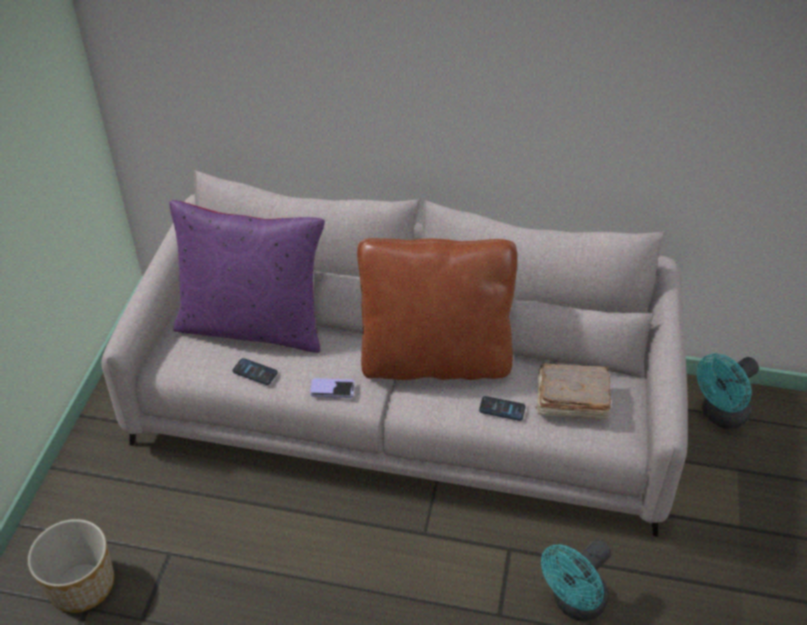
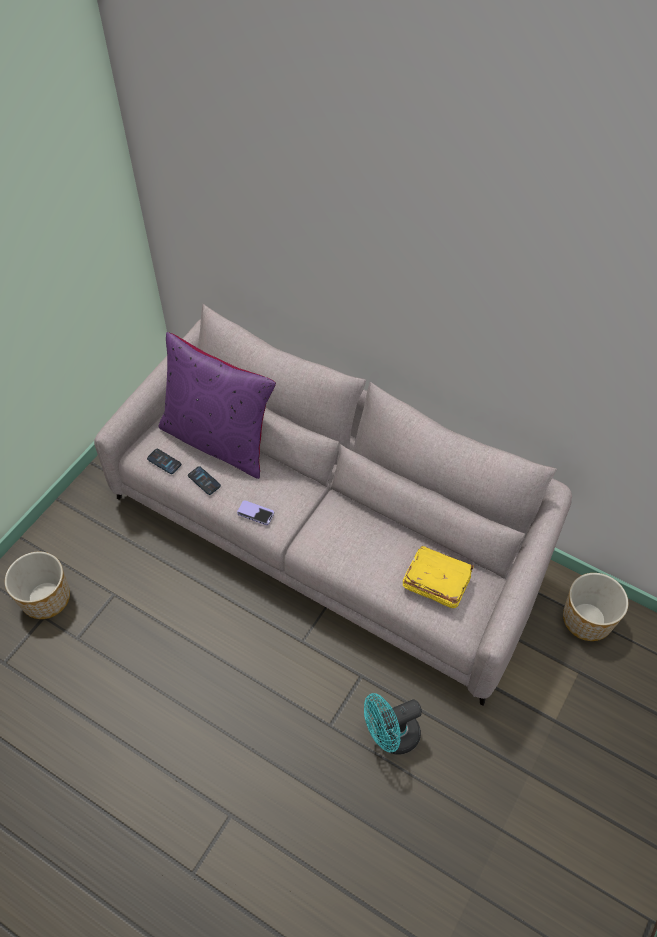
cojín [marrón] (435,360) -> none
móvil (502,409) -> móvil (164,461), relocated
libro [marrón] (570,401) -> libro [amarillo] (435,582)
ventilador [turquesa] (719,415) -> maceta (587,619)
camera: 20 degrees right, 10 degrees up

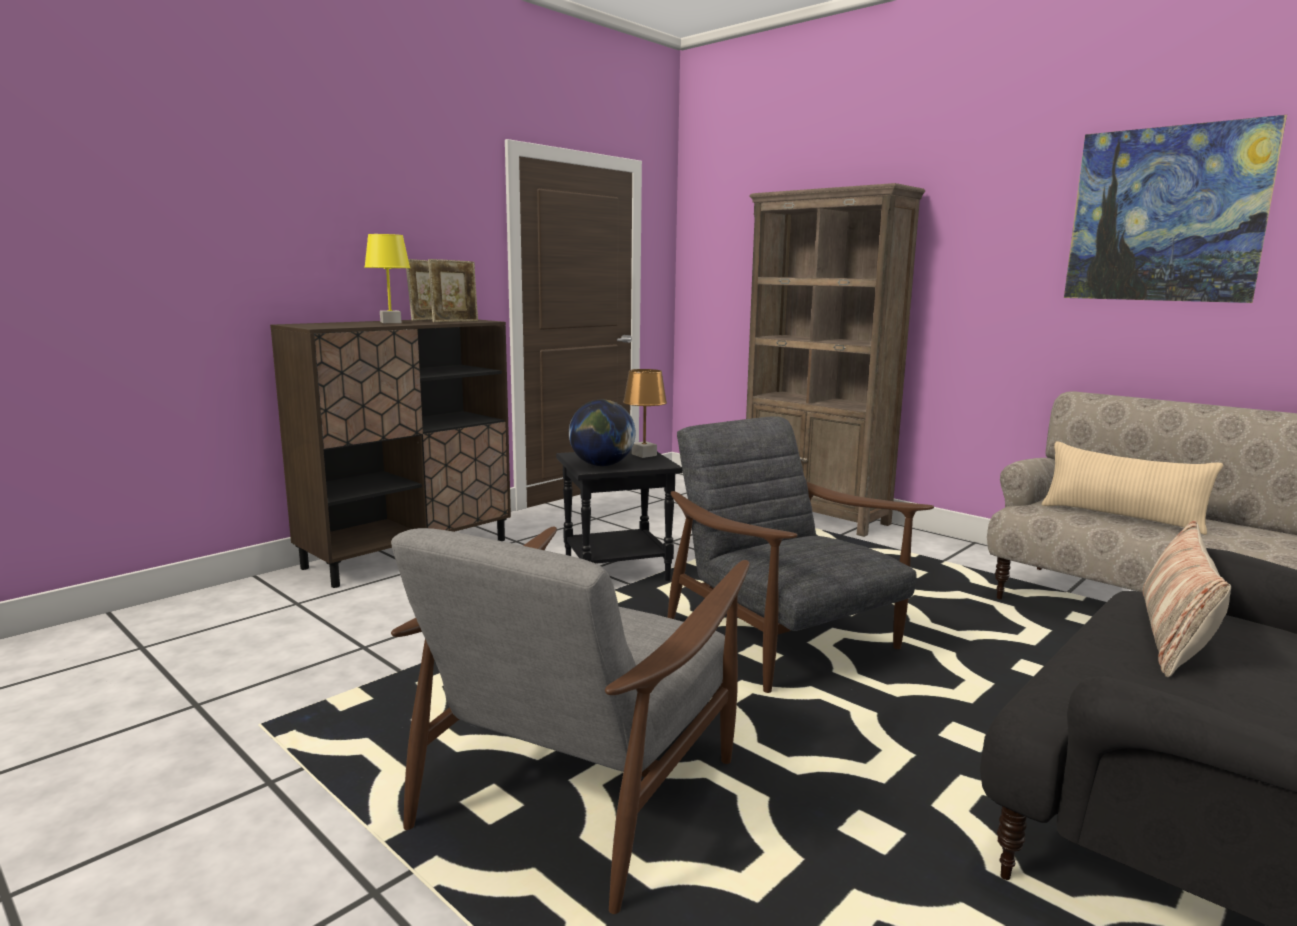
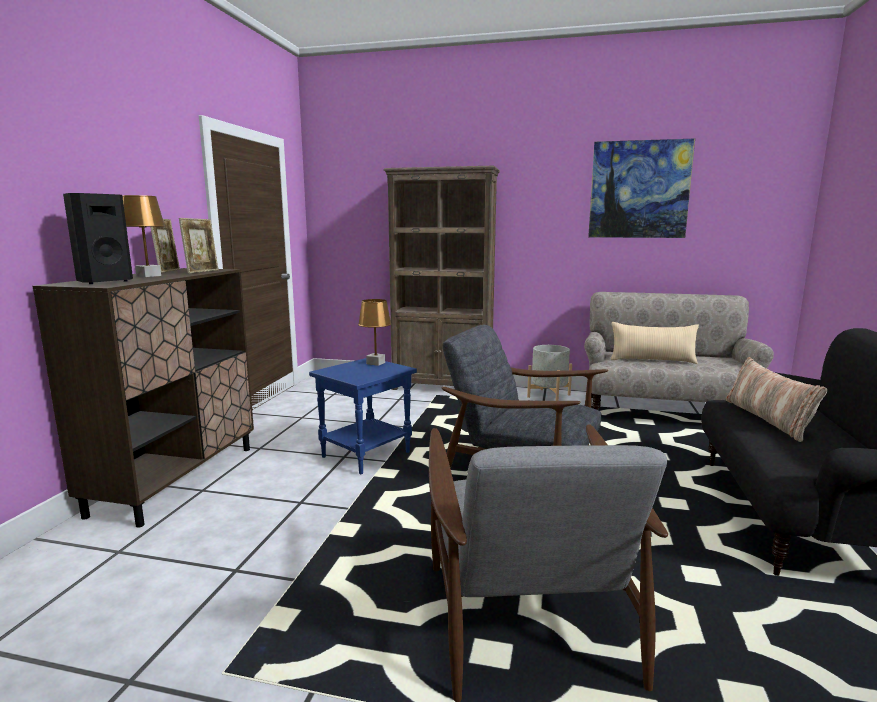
lámpara de mesa [amarillo] (391,322) -> lámpara de mesa [marrón] (149,276)
mesa auxiliar [negro] (617,572) -> mesa auxiliar [azul] (366,454)
globo terráqueo (601,465) -> none
none -> altavoz [negro] (103,281)
none -> maceta [gris] (549,396)
camera: 30 degrees left, 0 degrees up

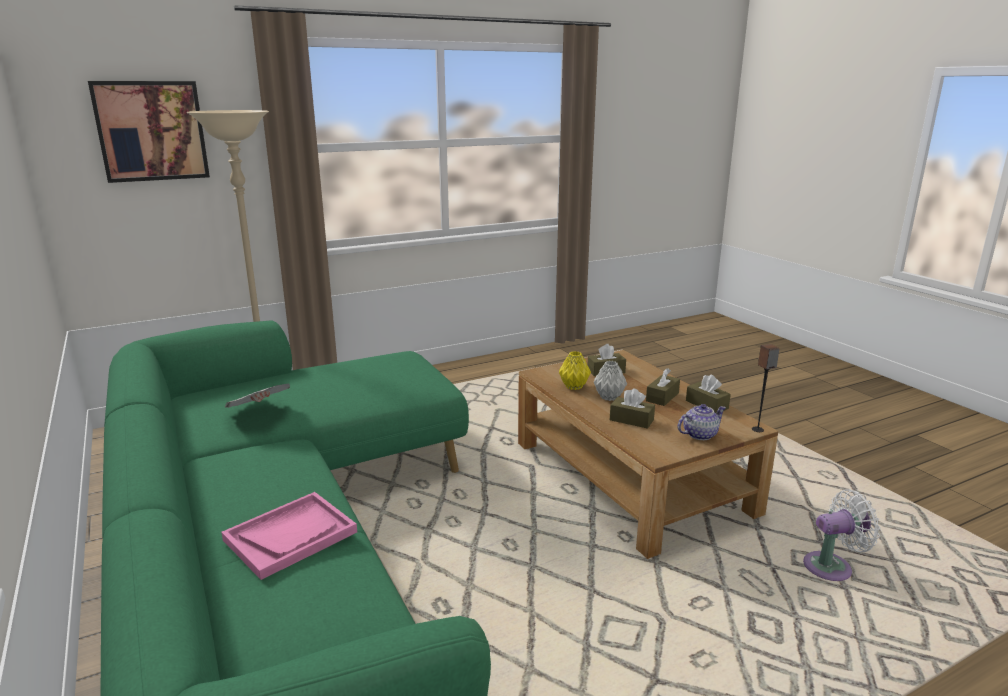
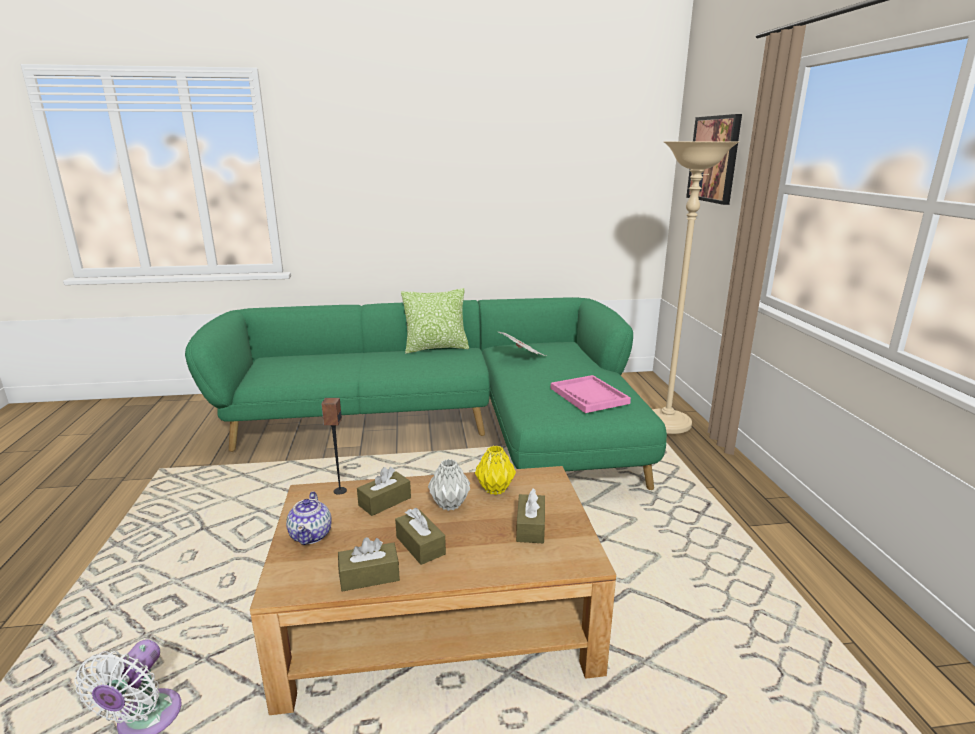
bandeja [rosa] (290,536) -> bandeja [rosa] (589,396), relocated
altavoz (758,429) -> altavoz (339,491), relocated
none -> cojín (436,348)
camera: 110 degrees right, 0 degrees up

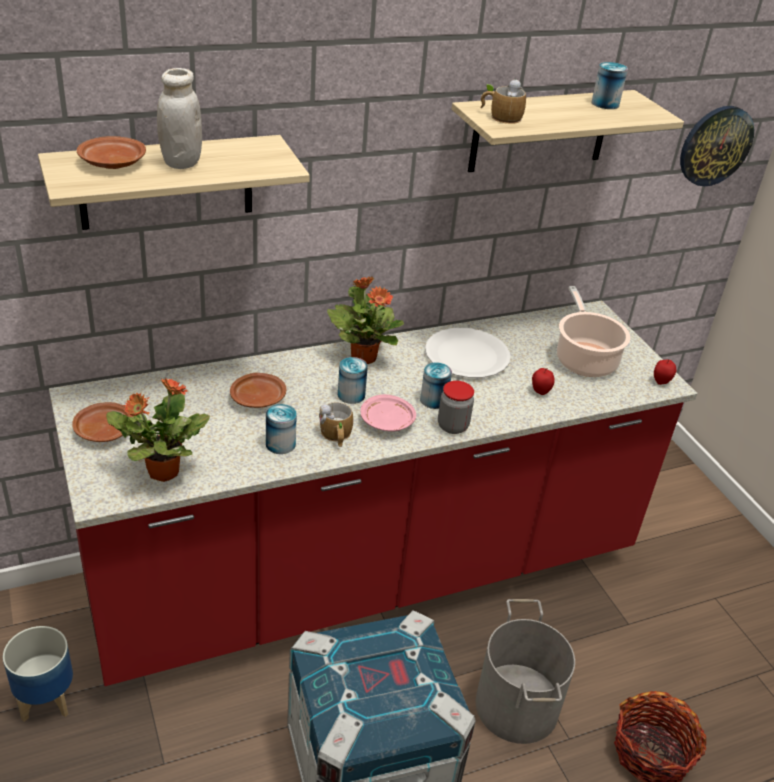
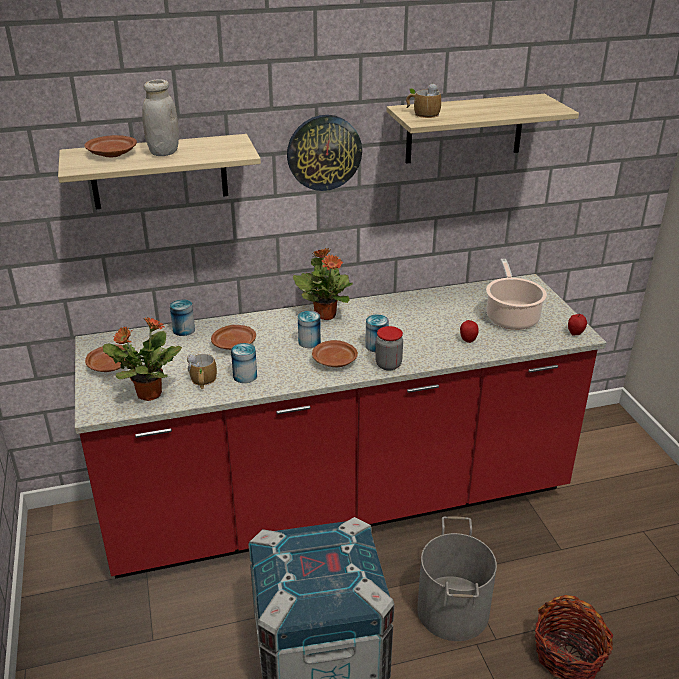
maceta (45,700) -> none
taza grande (336,436) -> taza grande (202,381), relocated
plato [rosa] (387,422) -> plato [marrón] (334,361)
plato [blanco] (466,355) -> none
lata (605,104) -> lata (184,330), relocated
reloj de pared (715,145) -> reloj de pared (324,152), relocated
camera: 10 degrees right, 5 degrees down

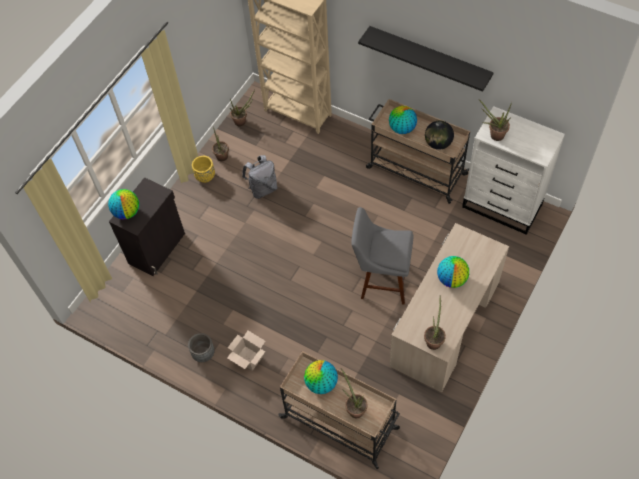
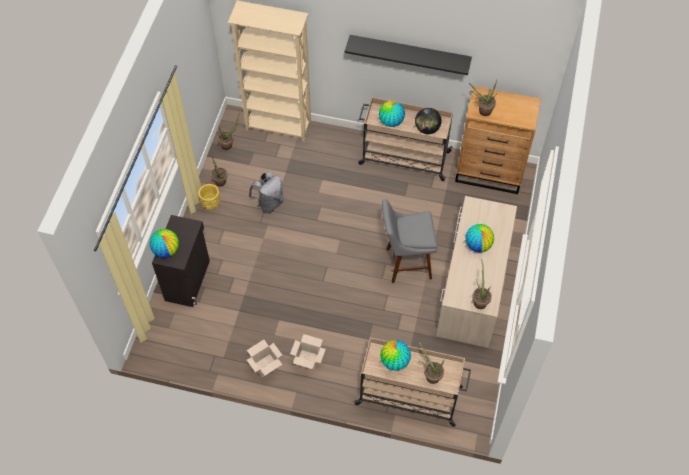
maceta [gris] (203,354) -> caja de cartón (265,366)
cómoda [blanco] (502,206) -> cómoda [marrón] (490,173)
camera: 20 degrees left, 0 degrees up

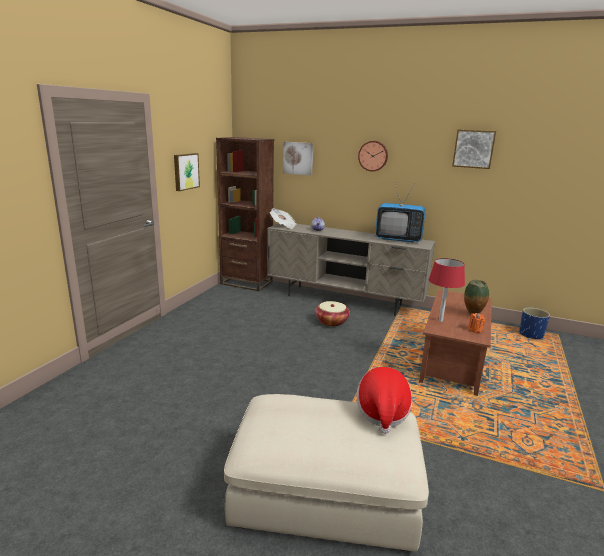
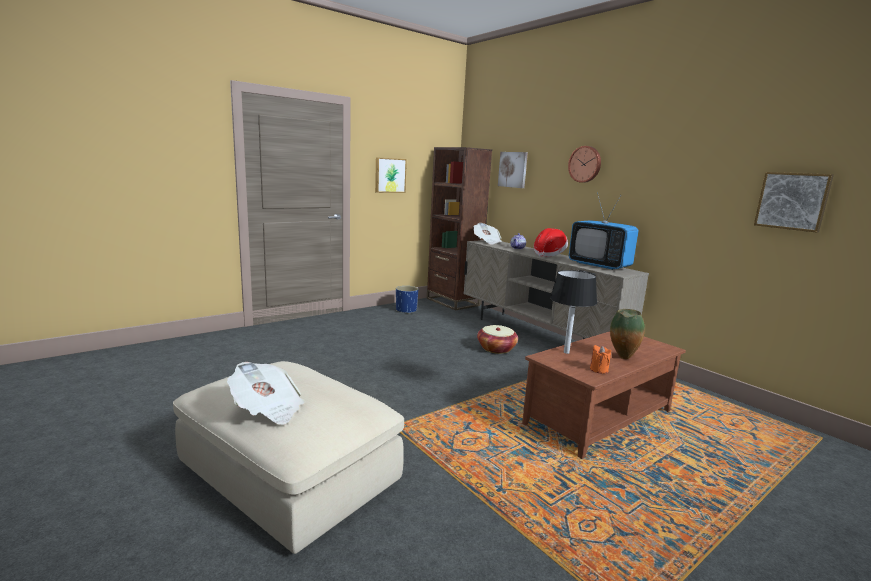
sombrero (382,412) -> sombrero (548,254), relocated
lámpara de mesa [rojo] (440,321) -> lámpara de mesa [negro] (566,352)
cuadro (473,149) -> cuadro (792,201), relocated
maceta [azul] (531,335) -> maceta [azul] (406,310), relocated
none -> periódico (268,409)
camera: 30 degrees right, 5 degrees down

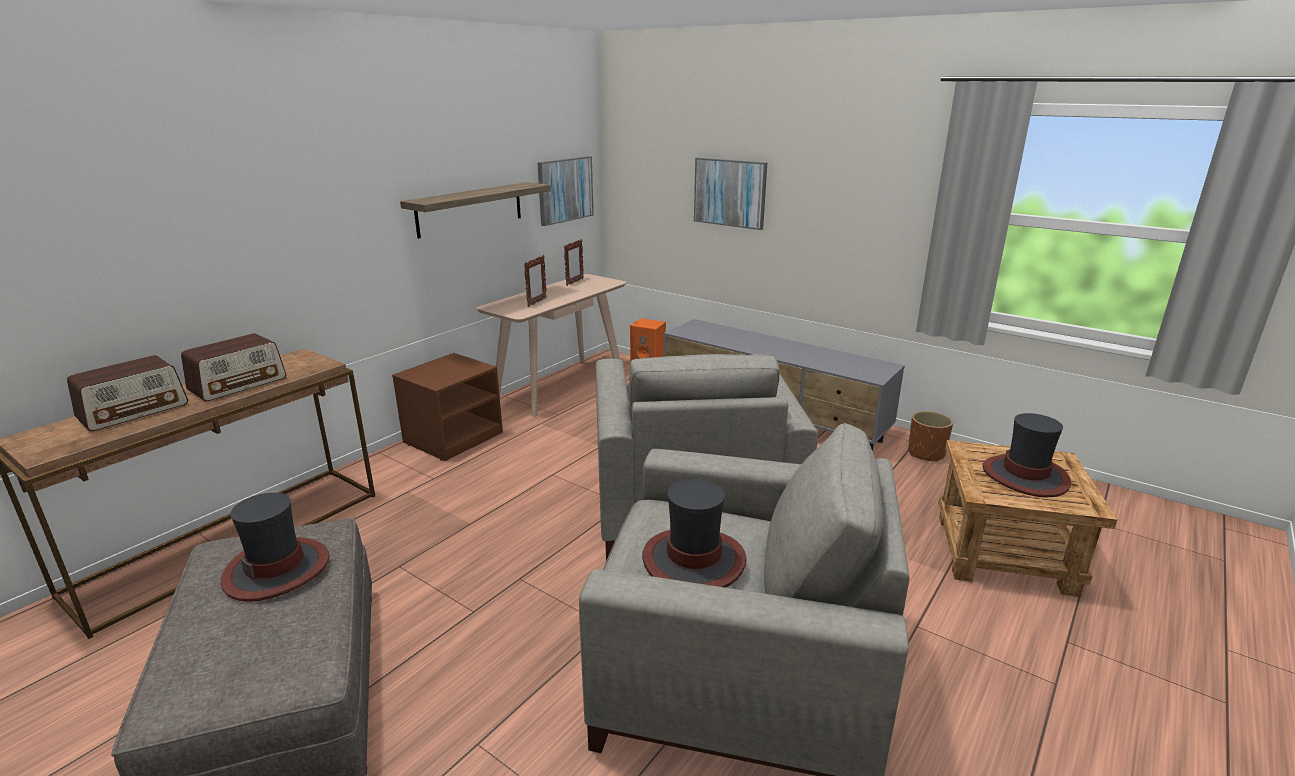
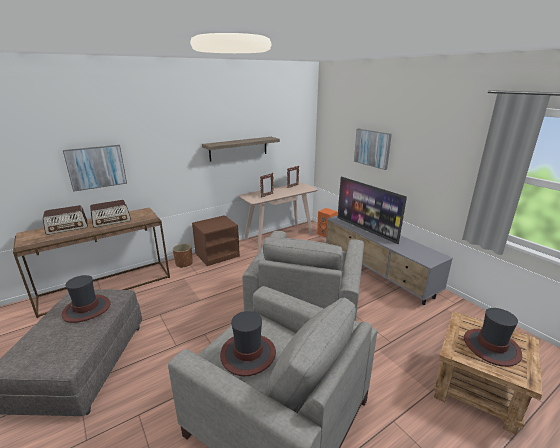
cuadro (565,190) -> cuadro (96,167), relocated
maceta [marrón] (926,453) -> maceta [marrón] (184,263), relocated
none -> televisor (366,230)
camera: 20 degrees right, 0 degrees up

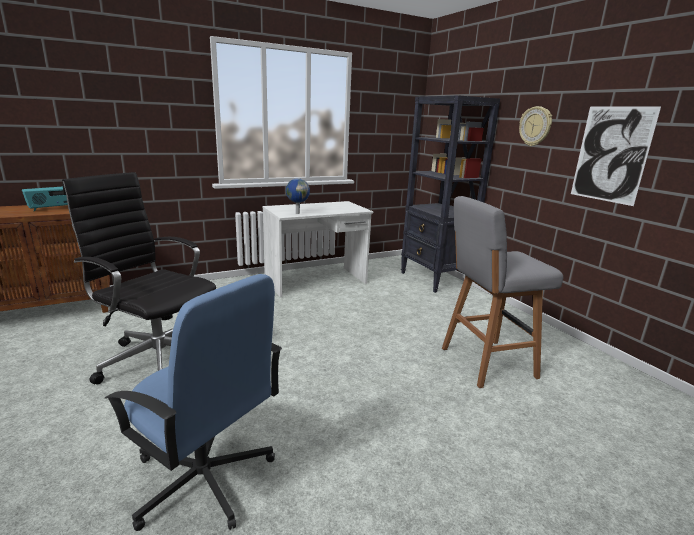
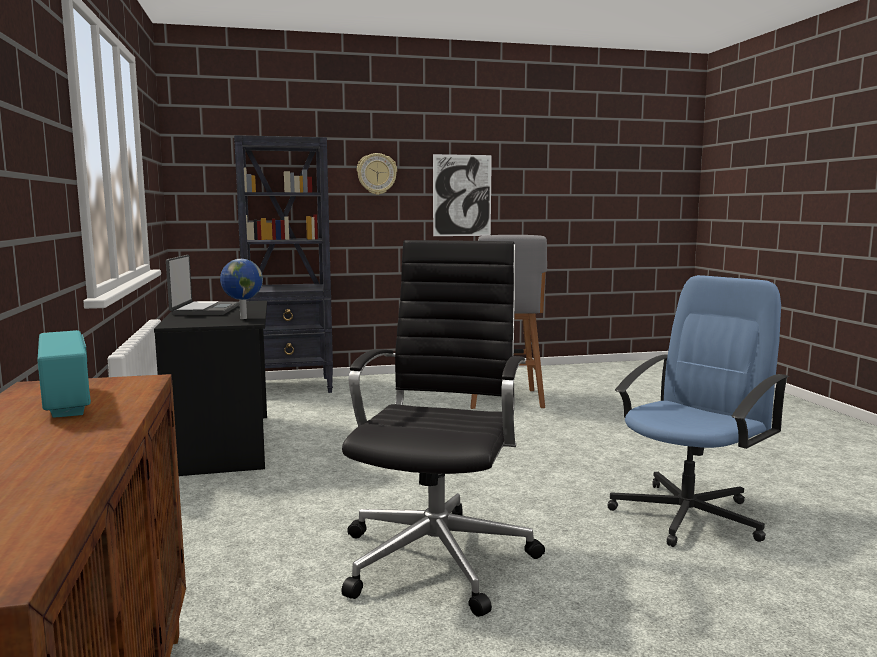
silla de oficina [negro] (158,359) -> silla de oficina [negro] (439,556), 150 degrees clockwise
escritorio [blanco] (316,281) -> escritorio [negro] (224,443)
none -> portátil (204,310)
camera: 75 degrees left, 10 degrees down

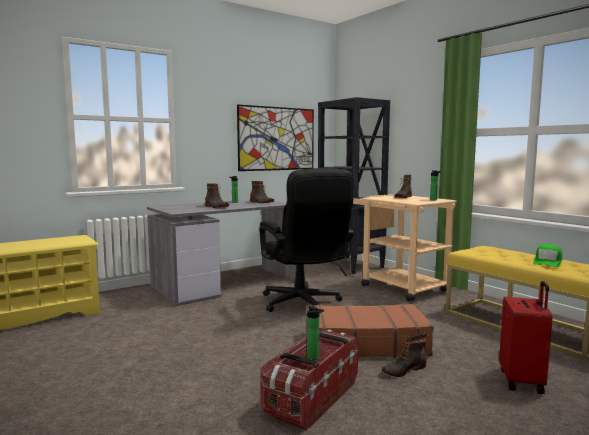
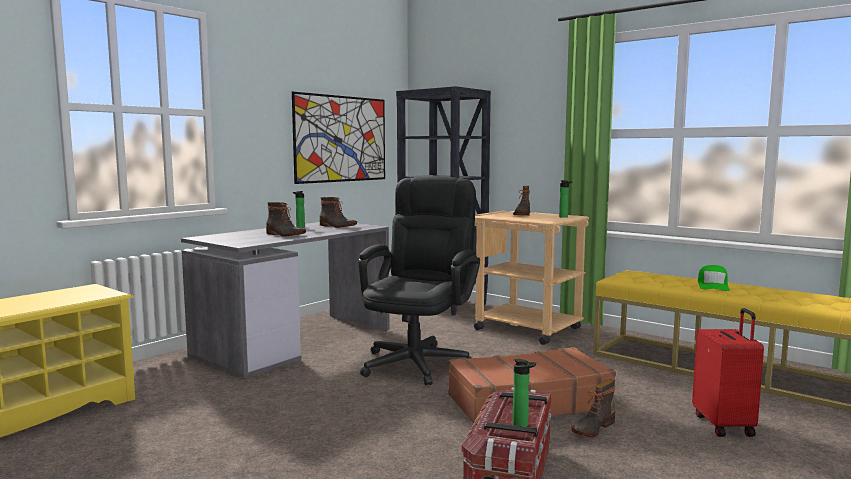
silla de oficina [negro] (304,305) -> silla de oficina [negro] (419,360), 120 degrees counterclockwise
camera: 15 degrees left, 0 degrees up

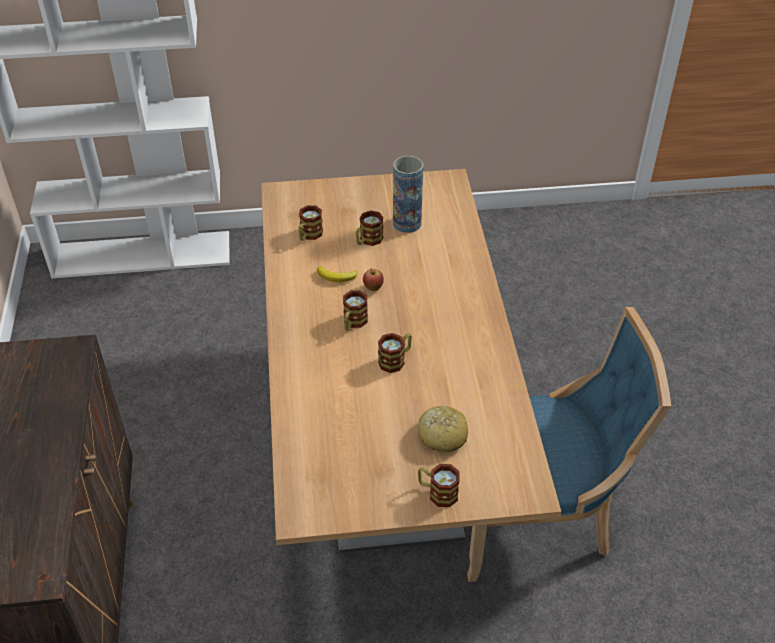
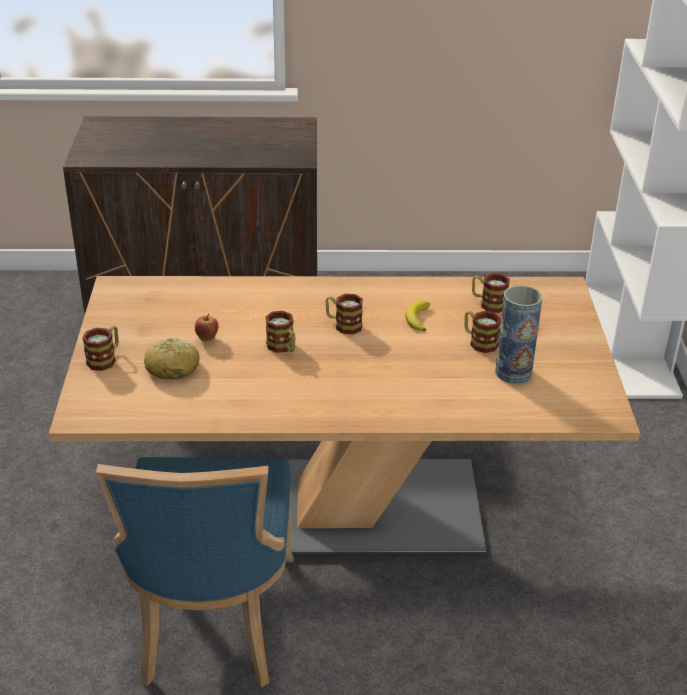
manzana (373,288) -> manzana (207,339), relocated
camera: 95 degrees right, 10 degrees down

